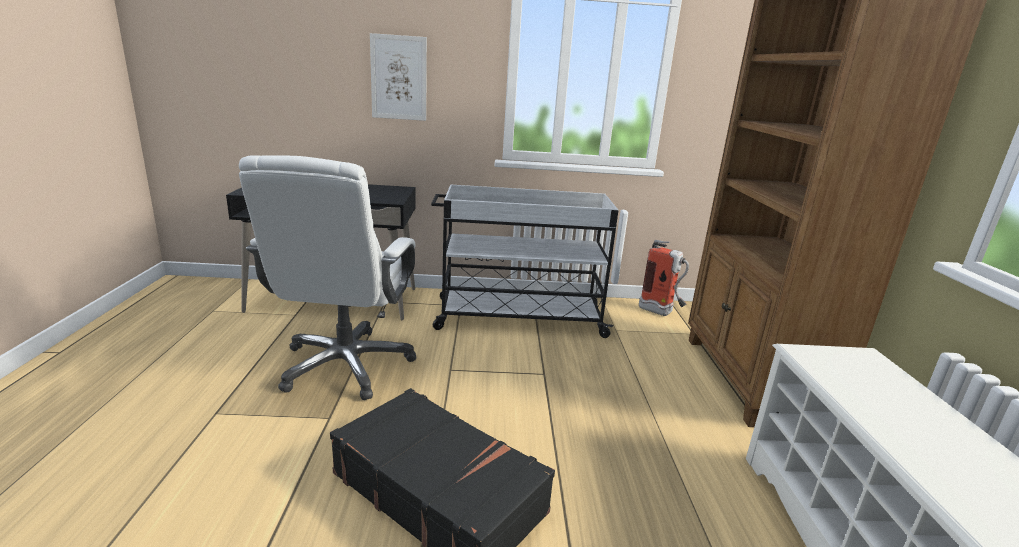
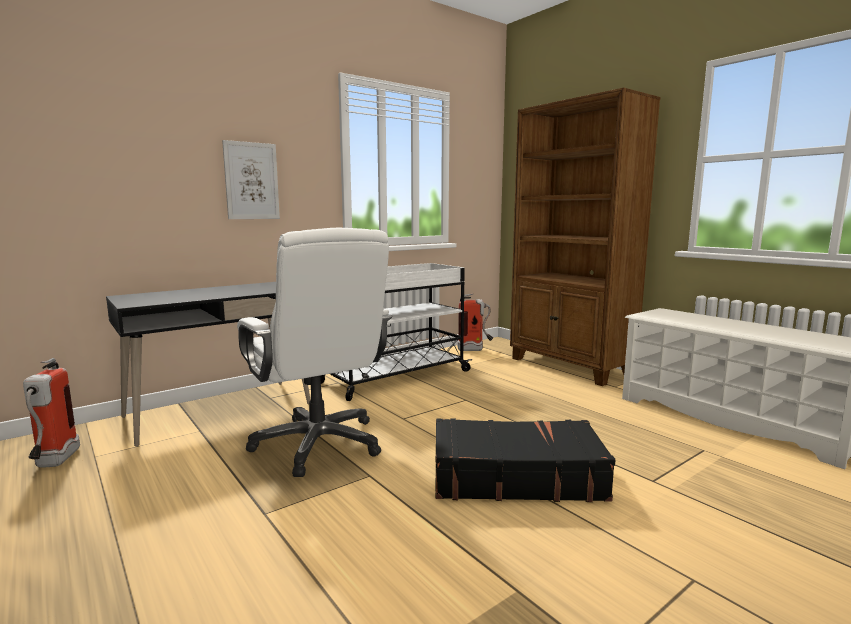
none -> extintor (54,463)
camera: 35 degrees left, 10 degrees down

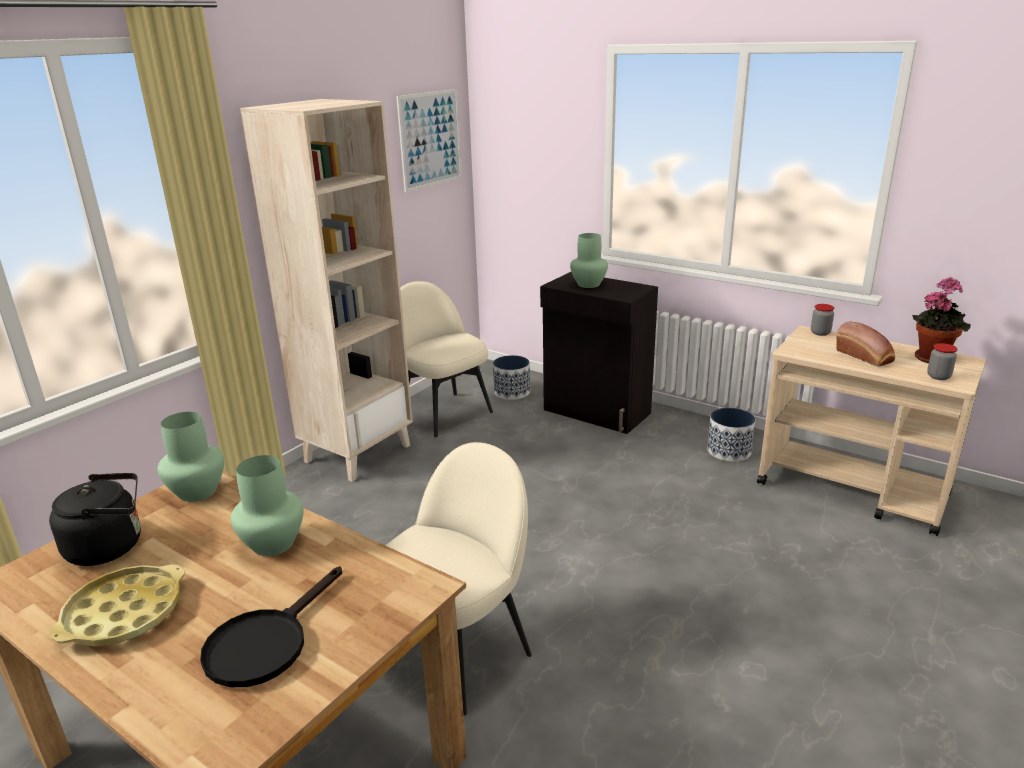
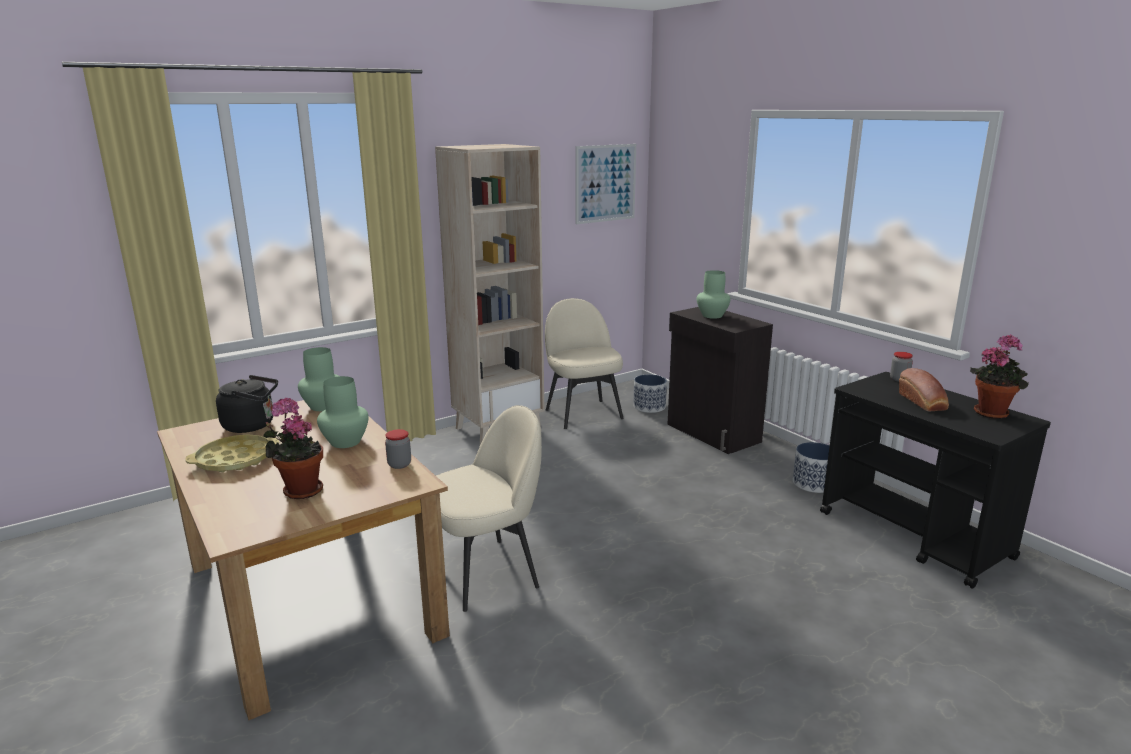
sartén [negro] (266,642) -> planta en maceta (300,490)
carrito [beis] (853,489) -> carrito [negro] (915,536)
tarro (938,376) -> tarro (399,464), relocated
camera: 20 degrees right, 5 degrees down

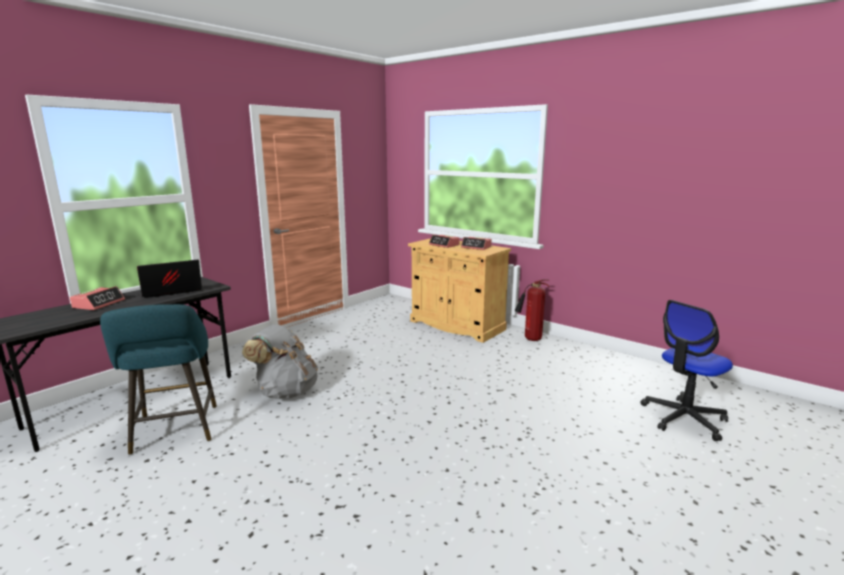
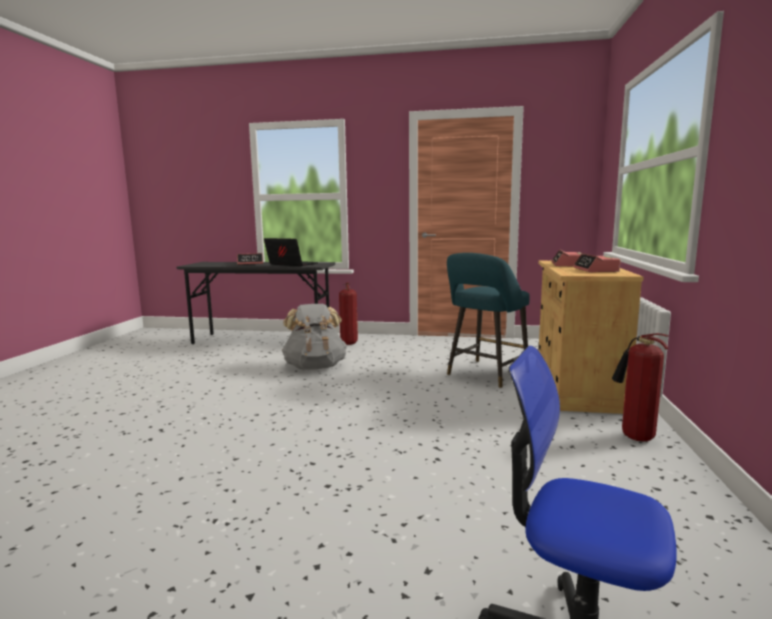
taburete [turquesa] (175,432) -> taburete [turquesa] (485,375), relocated
none -> extintor (348,343)
camera: 60 degrees right, 5 degrees down

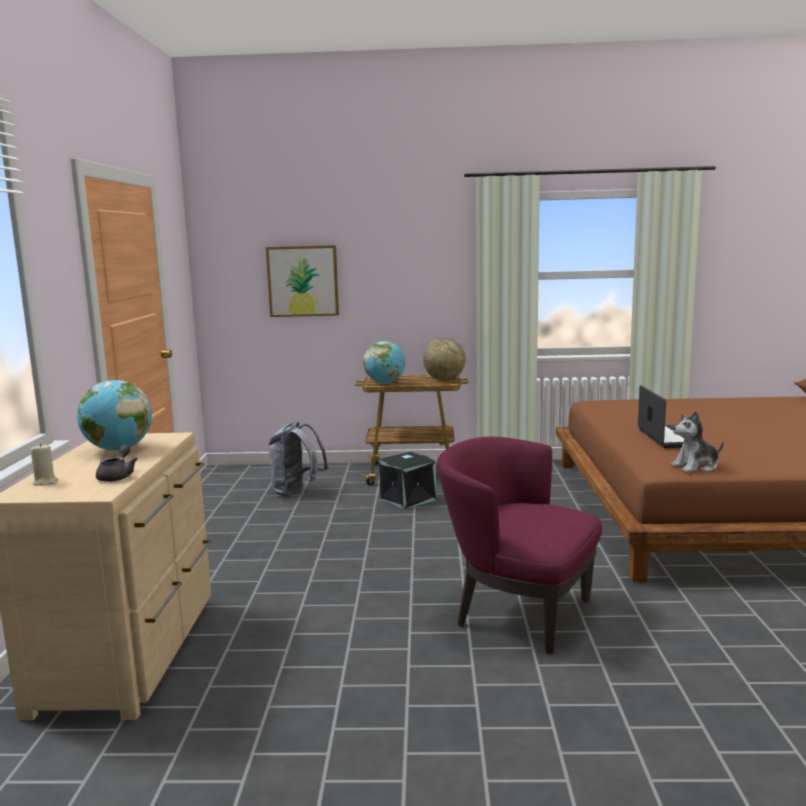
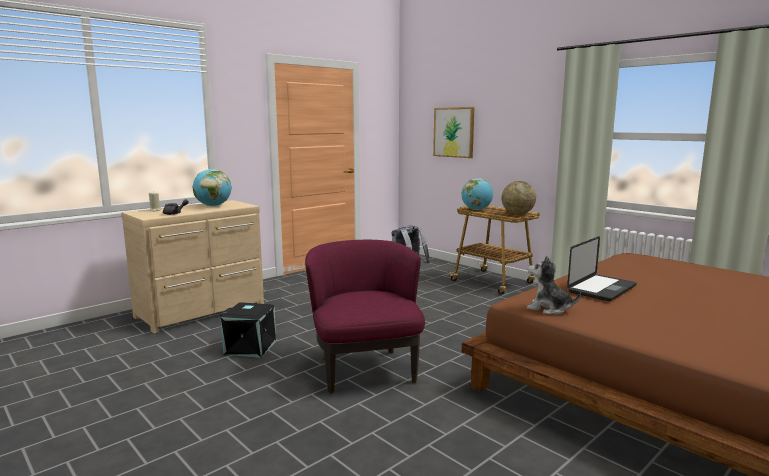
caja de almacenaje [negro] (407,498) -> caja de almacenaje [negro] (251,347), relocated
camera: 45 degrees right, 0 degrees up

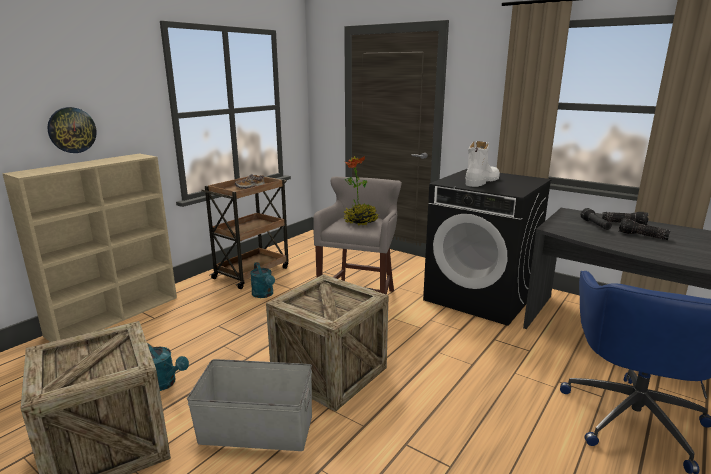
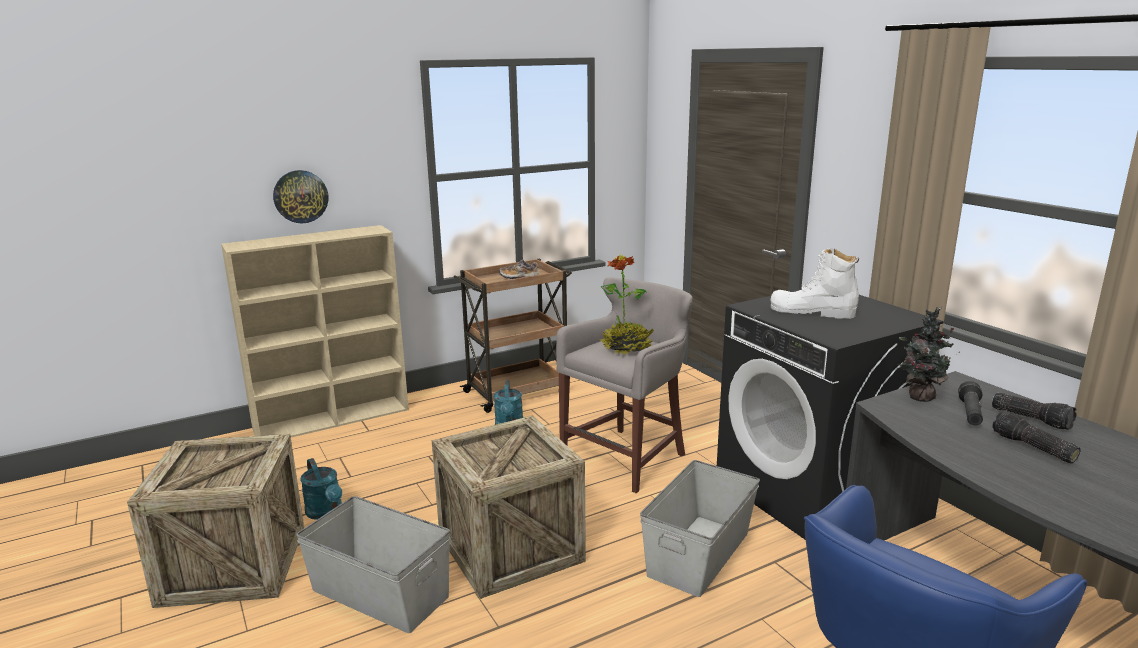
bota [blanco] (481,181) -> bota [blanco] (812,312), 135 degrees counterclockwise
none -> caja de almacenaje [gris] (700,553)
none -> planta en maceta (918,397)
camera: 25 degrees right, 0 degrees up

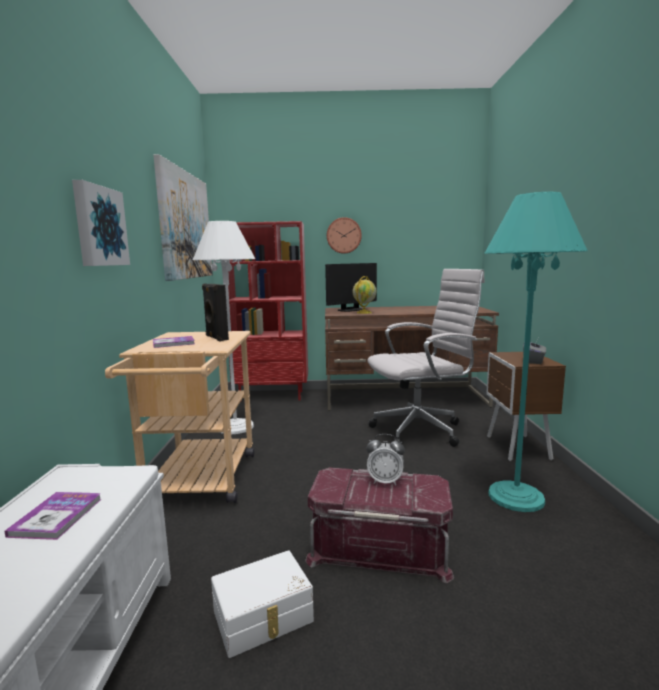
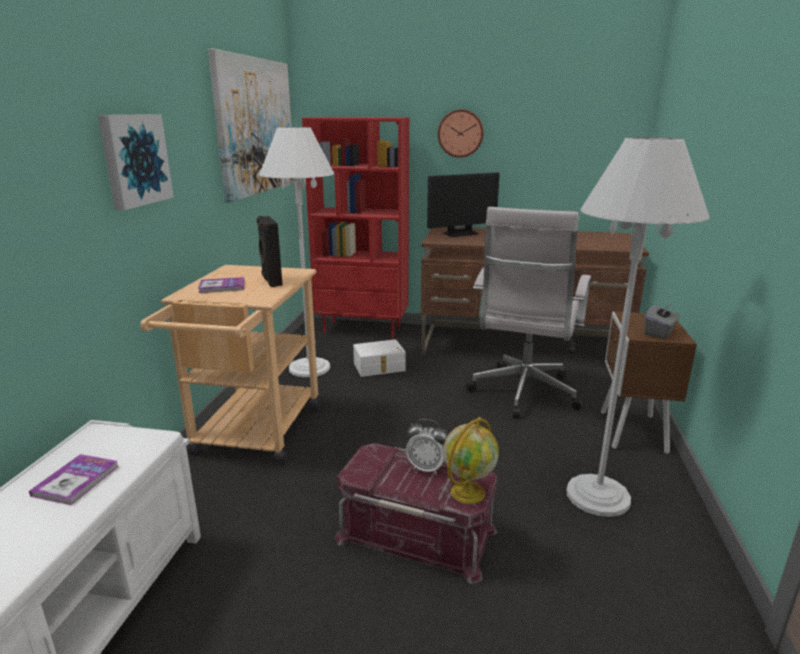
caja de almacenaje [blanco] (264,617) -> caja de almacenaje [blanco] (379,367), relocated
globo terráqueo (364,312) -> globo terráqueo (468,491), relocated
silla de oficina [blanco] (421,430) -> silla de oficina [blanco] (523,394), 120 degrees clockwise
lámpara de pie [turquesa] (516,497) -> lámpara de pie [blanco] (598,496)
camera: 10 degrees right, 10 degrees up

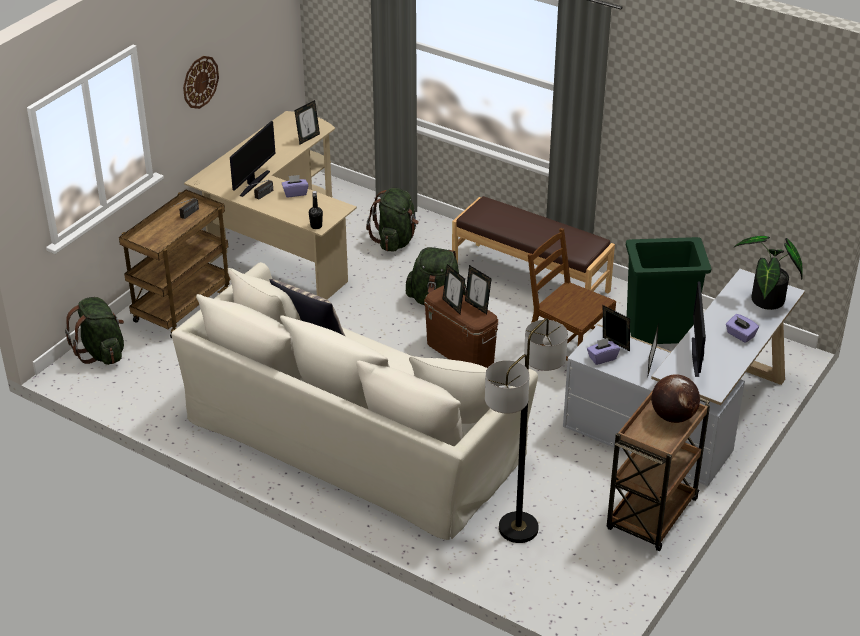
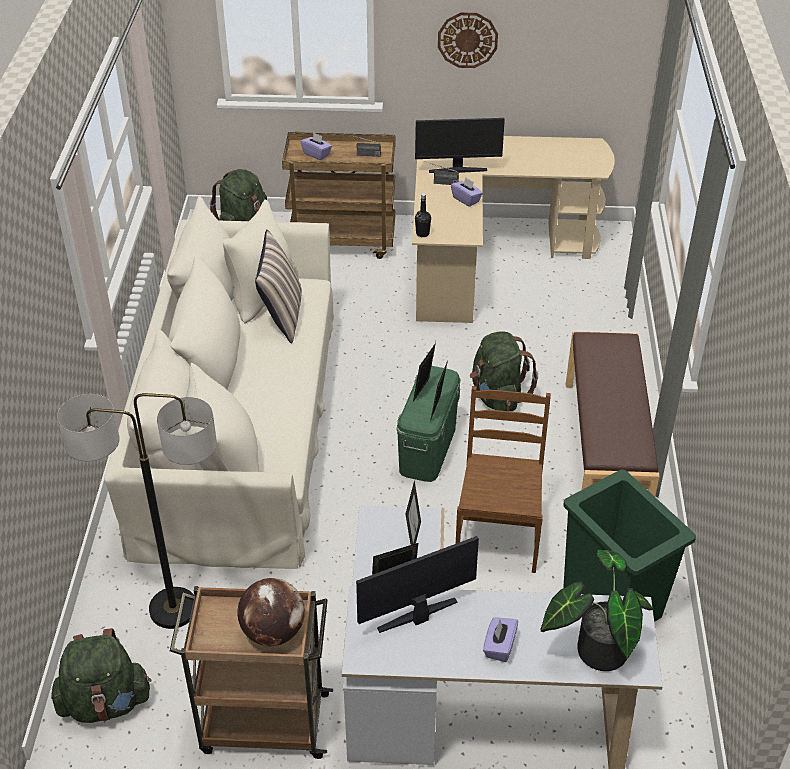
portarretratos (308,138) -> none
mochila [verde] (395,241) -> mochila [verde] (105,703), relocated
caja de almacenaje [marrón] (460,352) -> caja de almacenaje [verde] (428,448)
caja de pañuelos [morado] (602,358) -> caja de pañuelos [morado] (317,154), relocated
camera: 60 degrees right, 5 degrees up

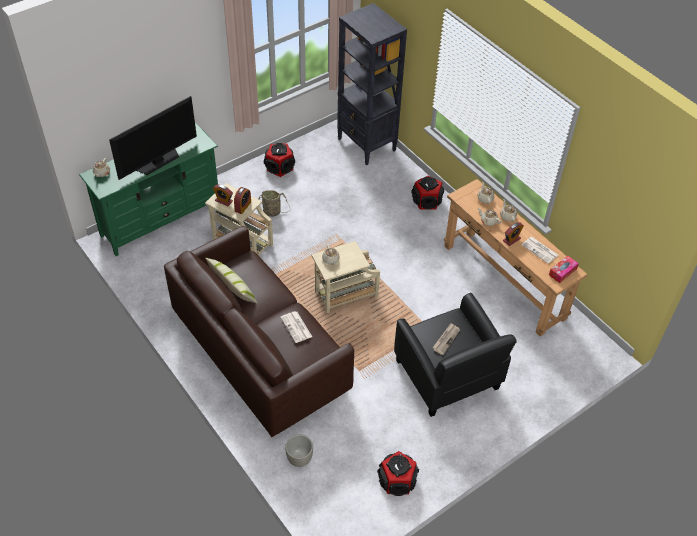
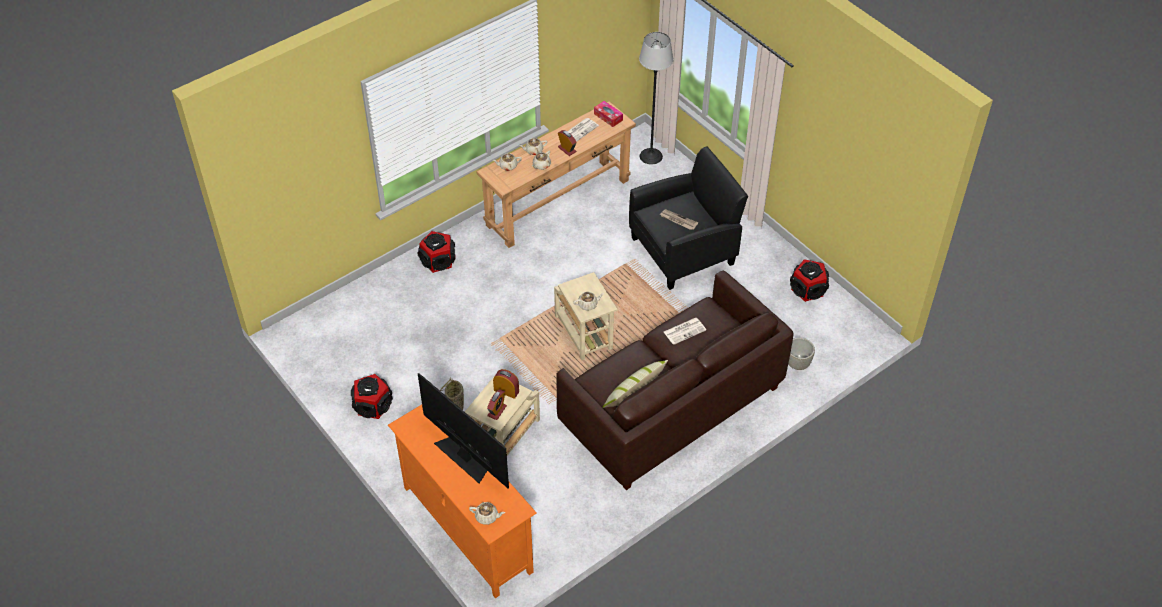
mueble de televisión [verde] (161,219) -> mueble de televisión [naranja] (466,529)
estantería [negro] (367,145) -> none
none -> lámpara de pie (651,156)
camera: 90 degrees left, 0 degrees up

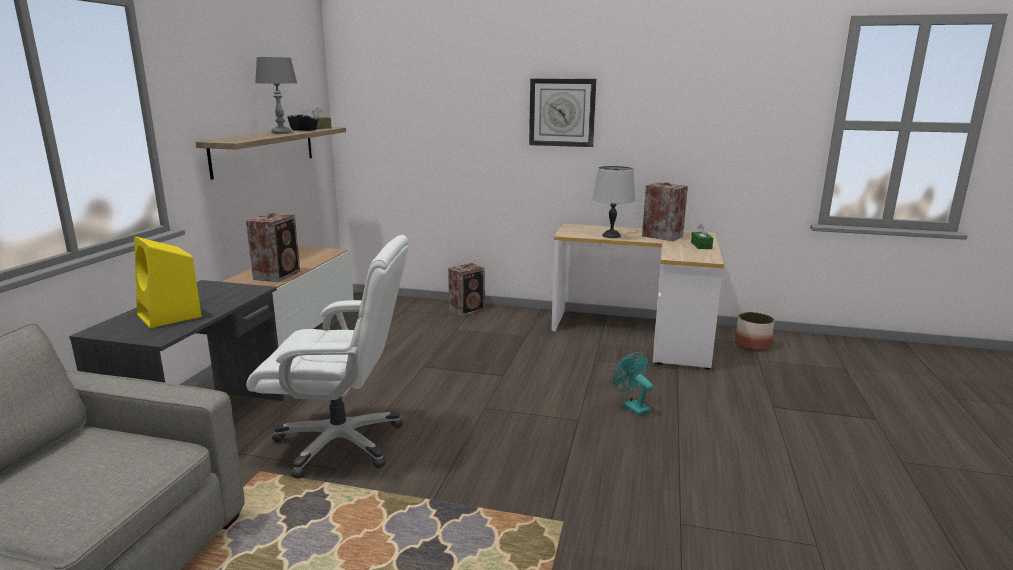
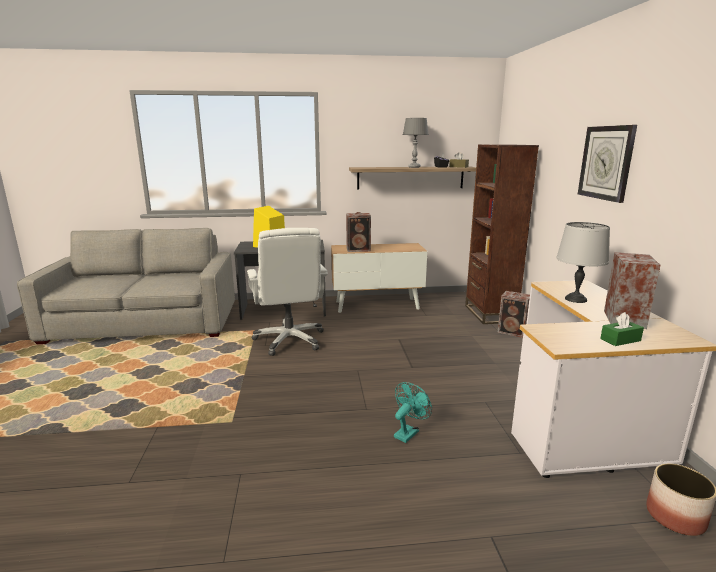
none -> estantería [marrón] (490,314)
camera: 70 degrees right, 0 degrees up

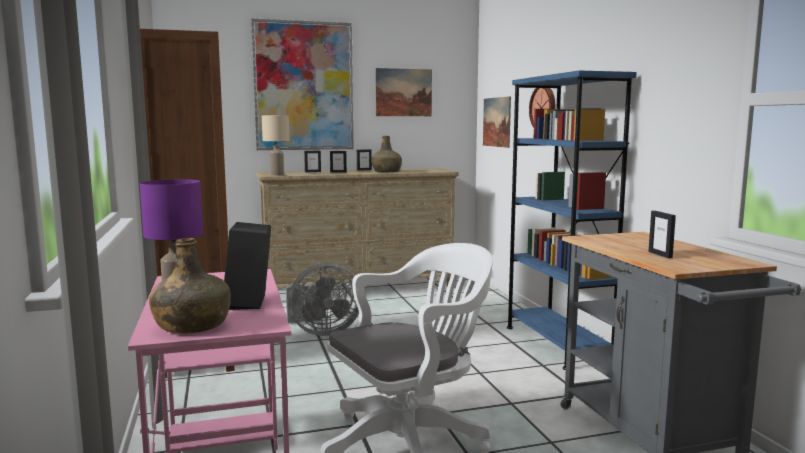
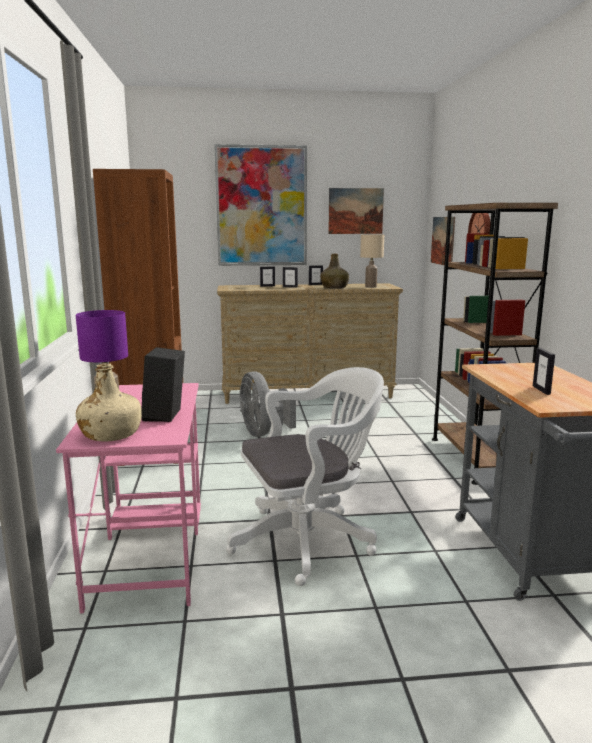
botella [verde] (192,326) -> botella [beis] (111,435)
lámpara de mesa [beis] (277,174) -> lámpara de mesa [beis] (371,287), relocated
ventilador [gris] (322,332) -> ventilador [gris] (263,433), 75 degrees clockwise
estantería [azul] (557,344) -> estantería [marrón] (474,458)
camera: 10 degrees right, 5 degrees up

